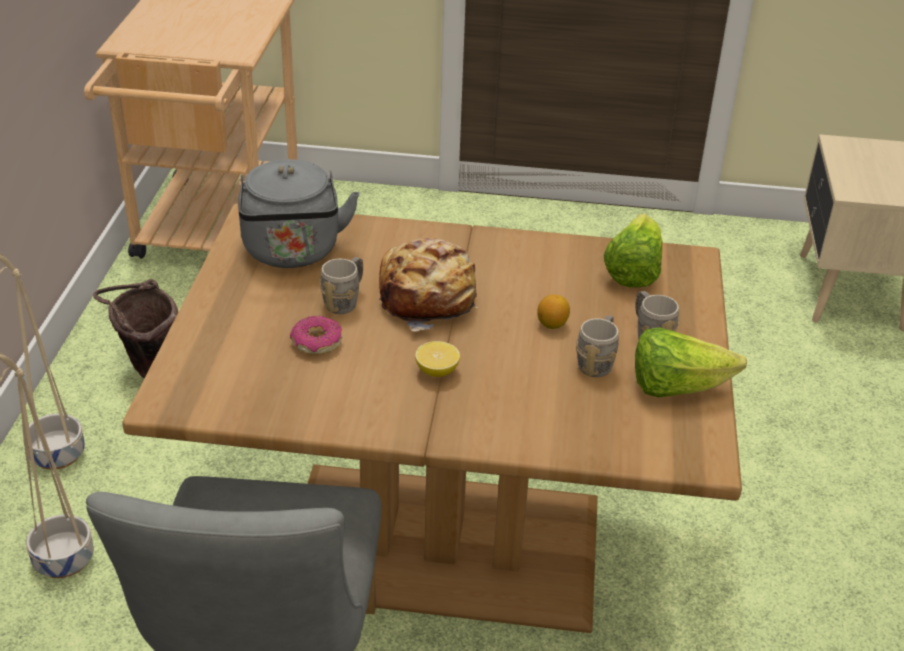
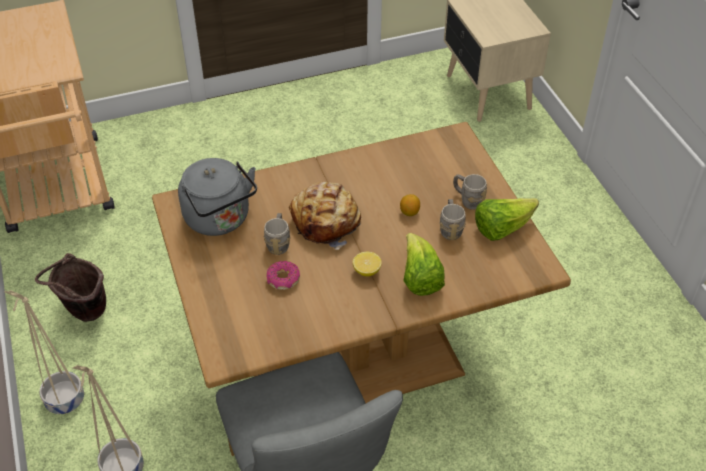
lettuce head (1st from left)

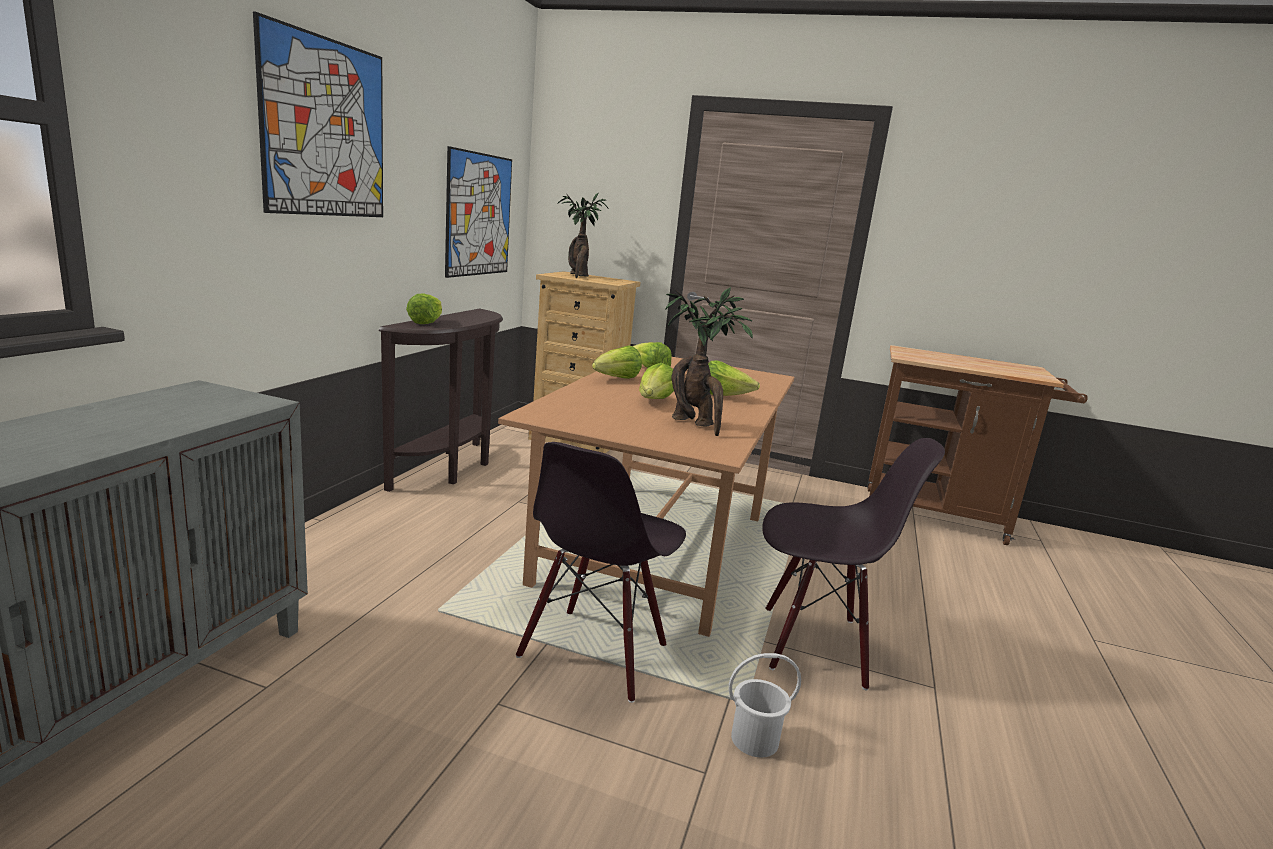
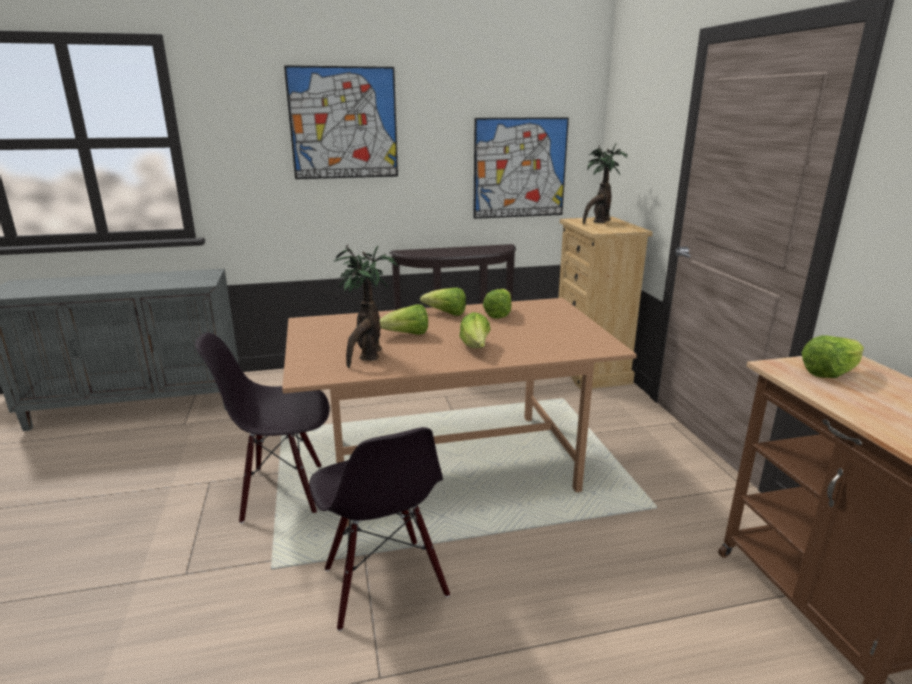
lettuce head (5th from left)
whitish bucket

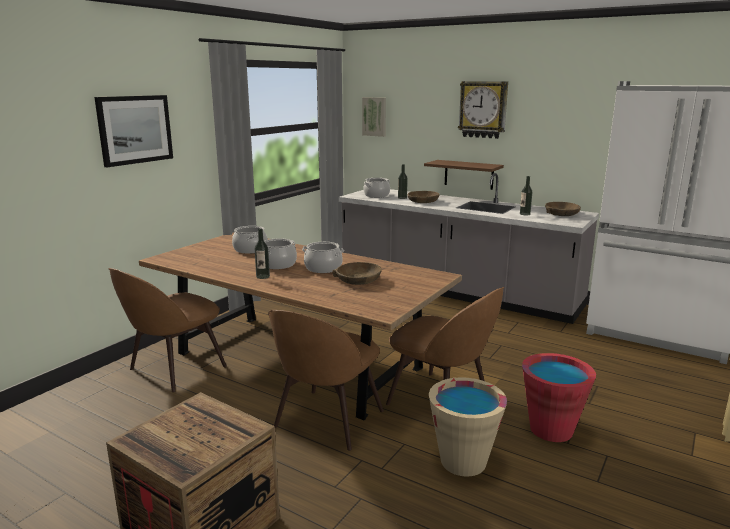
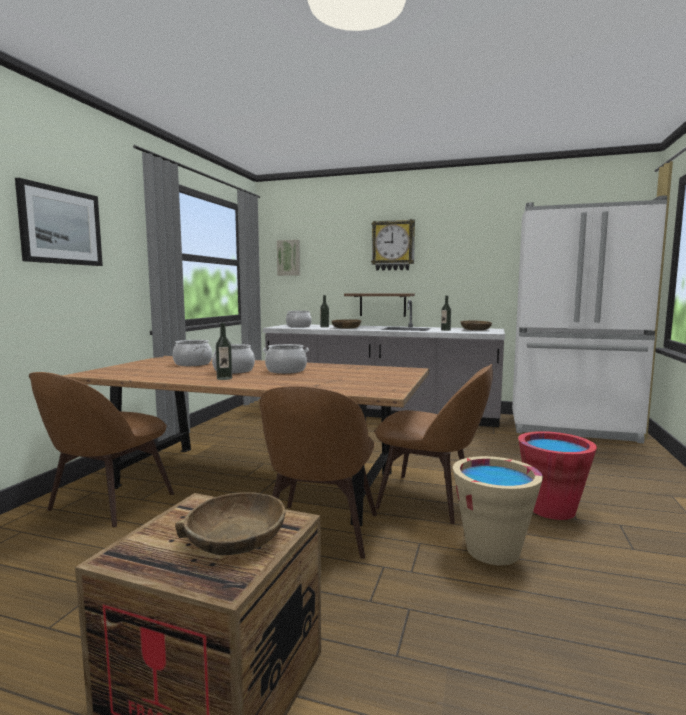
brownish serving bowl (1st from left)

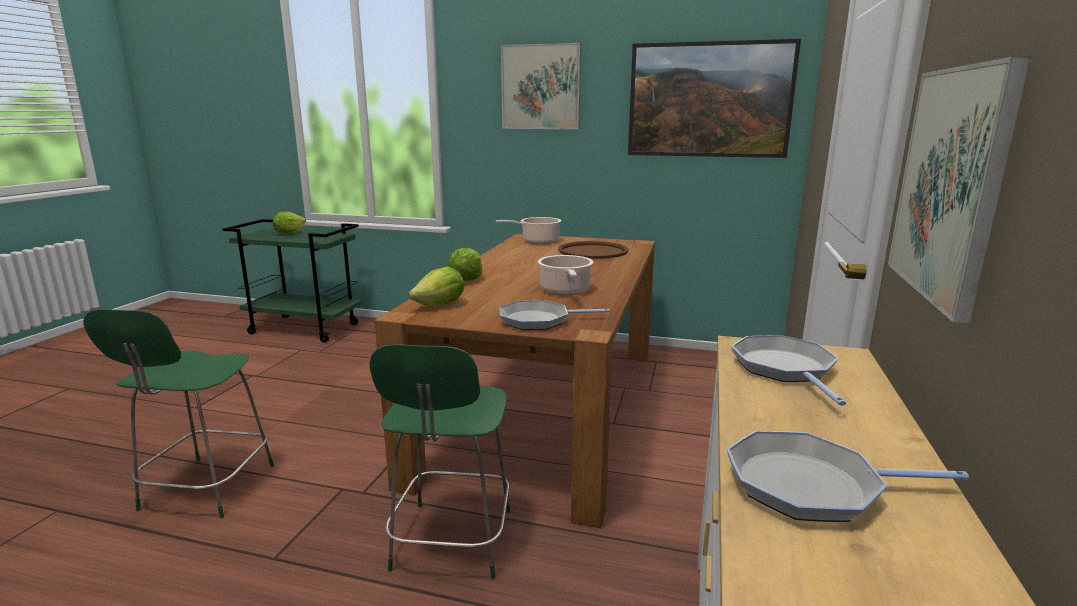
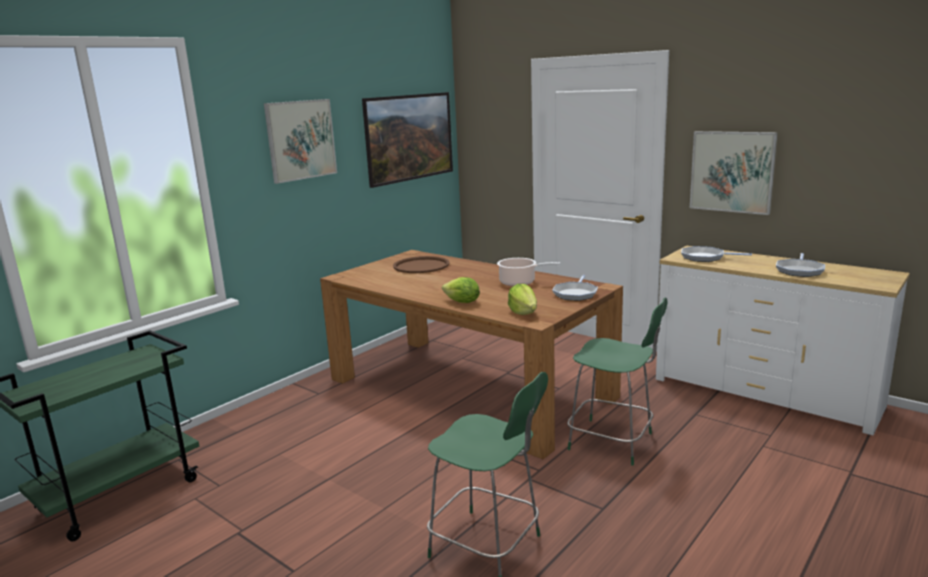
lettuce head (1st from left in the first image)
stockpot (1st from left in the first image)

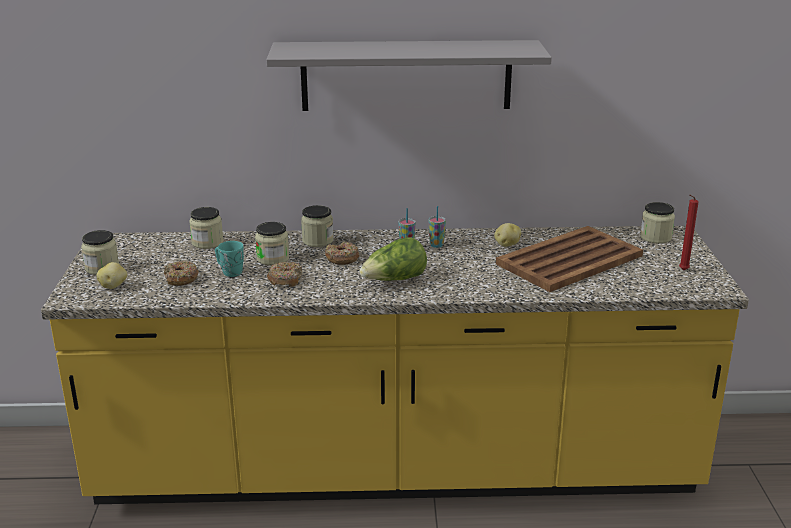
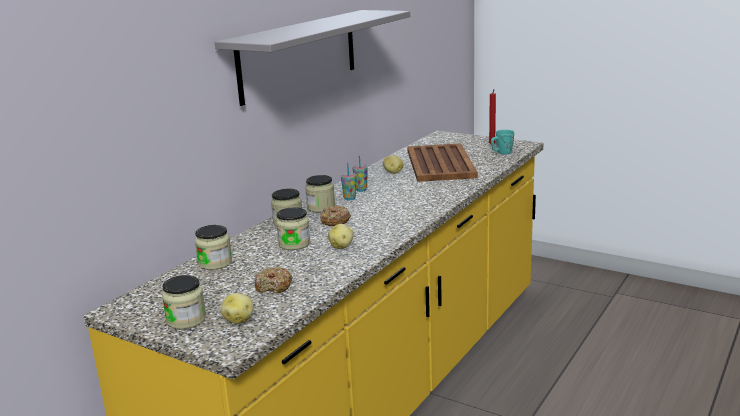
preserve jar (5th from left)
lettuce head
turquoise mug
potato (2nd from left)

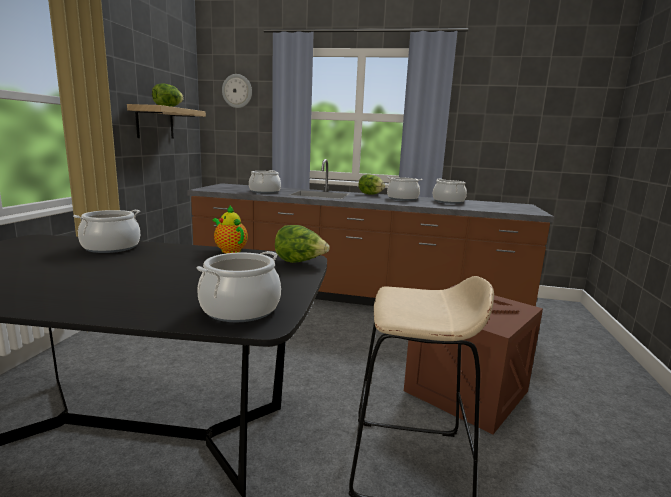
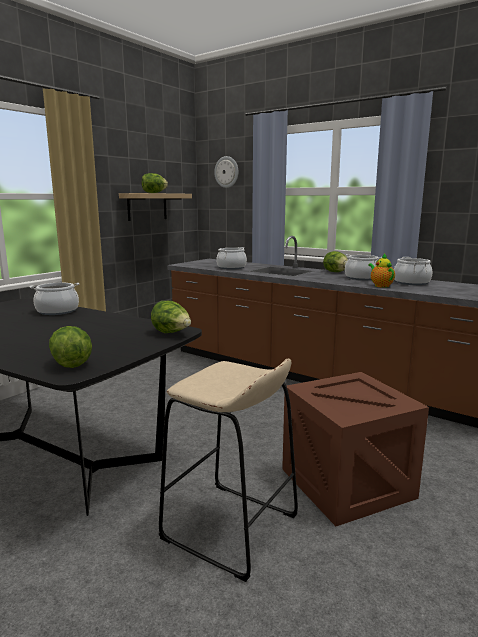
teapot
lettuce head (1st from left)

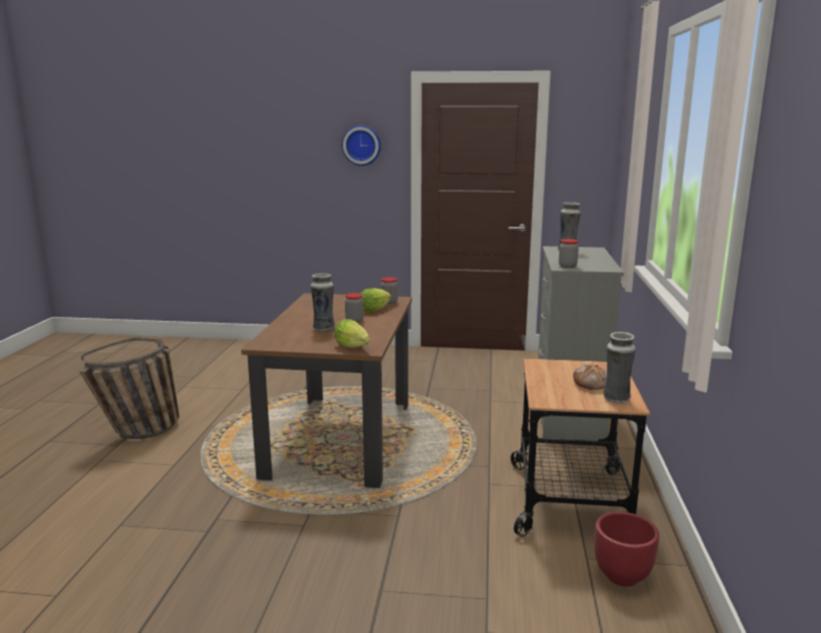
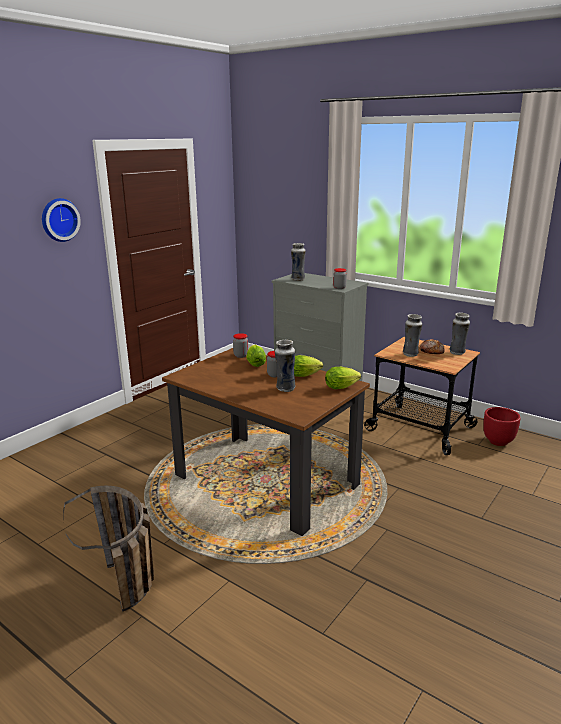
vase (3rd from left)
lettuce head (2nd from left)

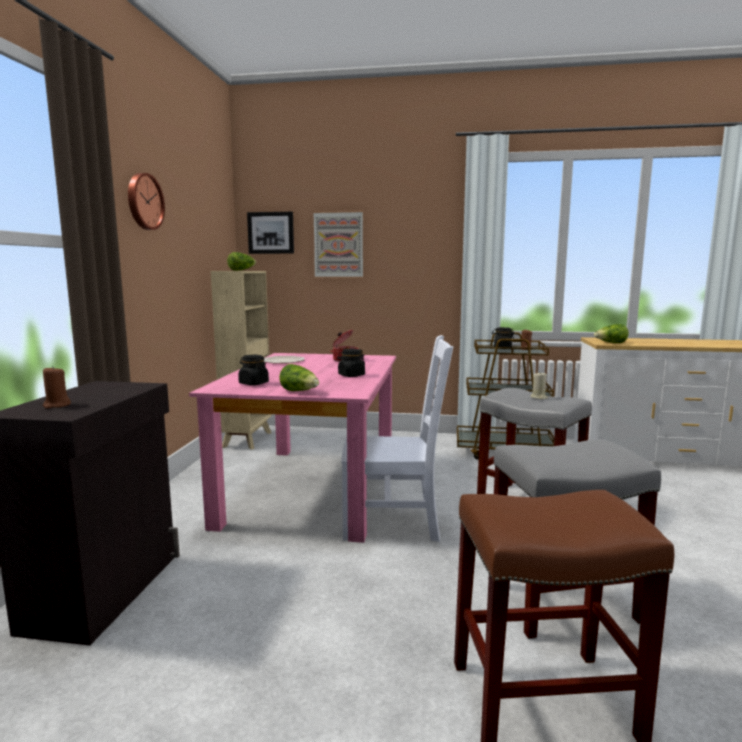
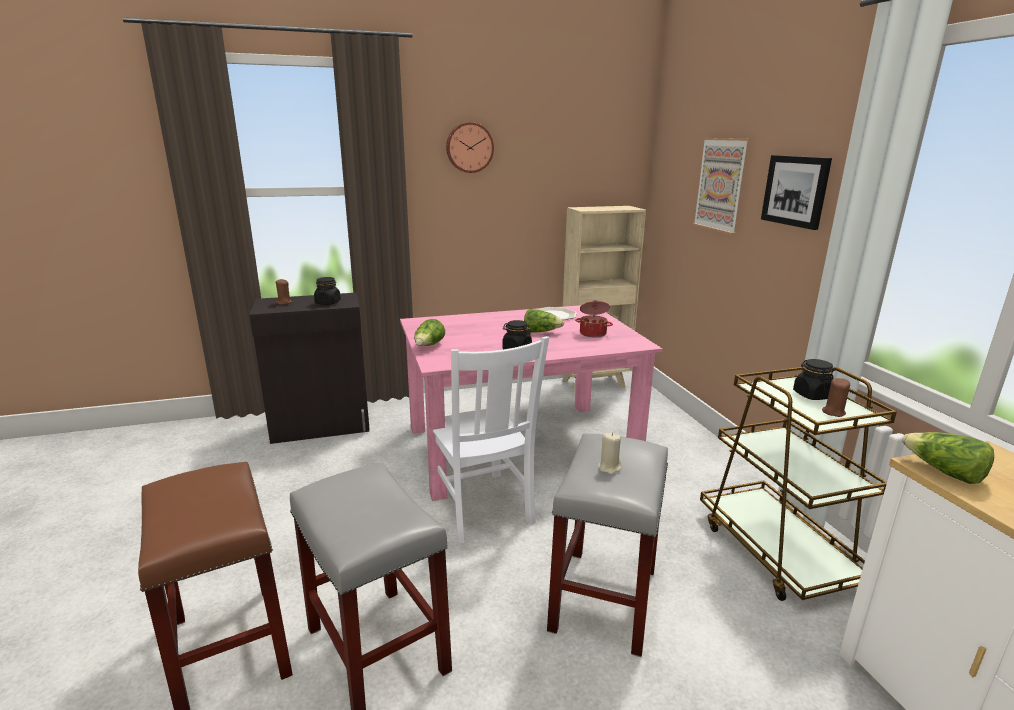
picture (2nd from left)
lettuce head (2nd from left)
black-coloured preserve jar (1st from left)

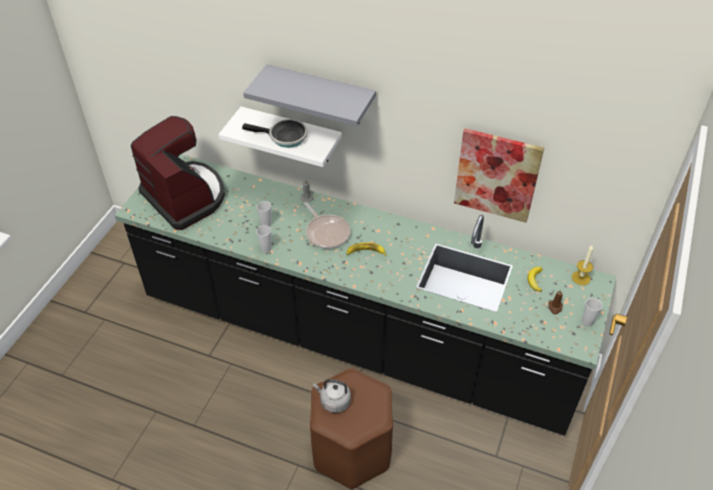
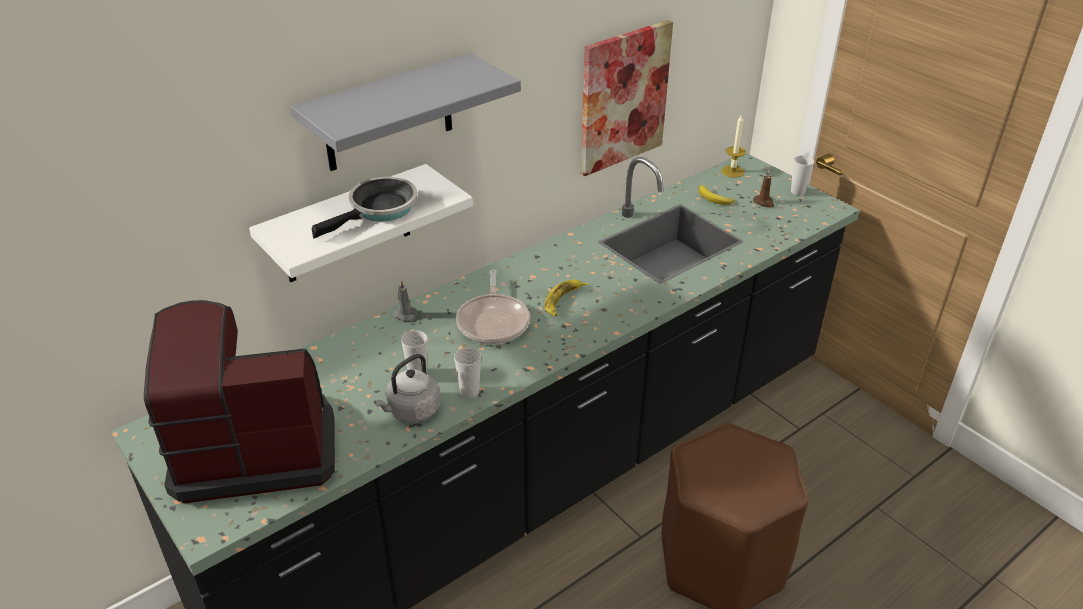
frying pan (2nd from left)
gray kettle

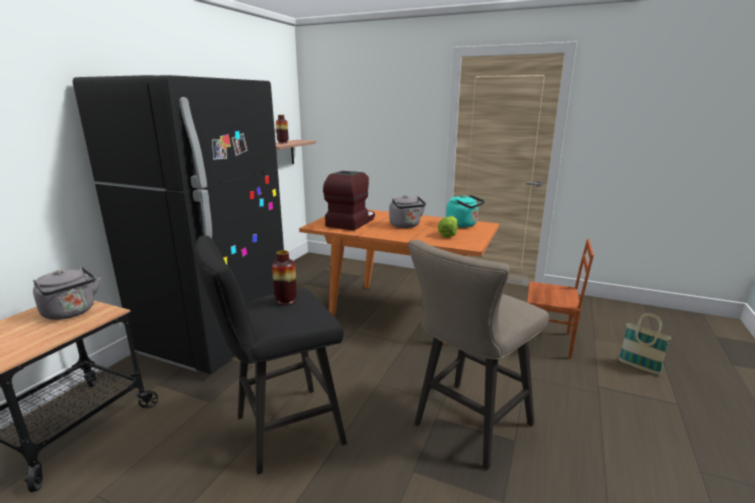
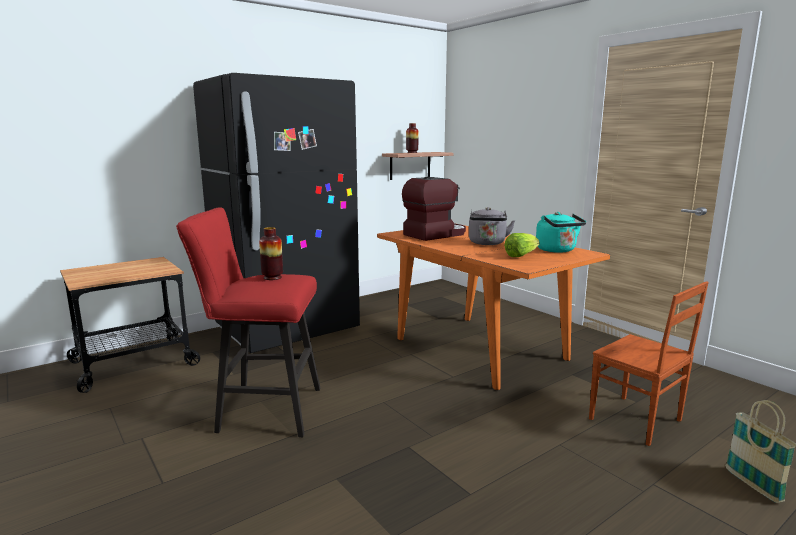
red stool seat
sand-coloured stool seat
gray kettle (1st from left in the first image)

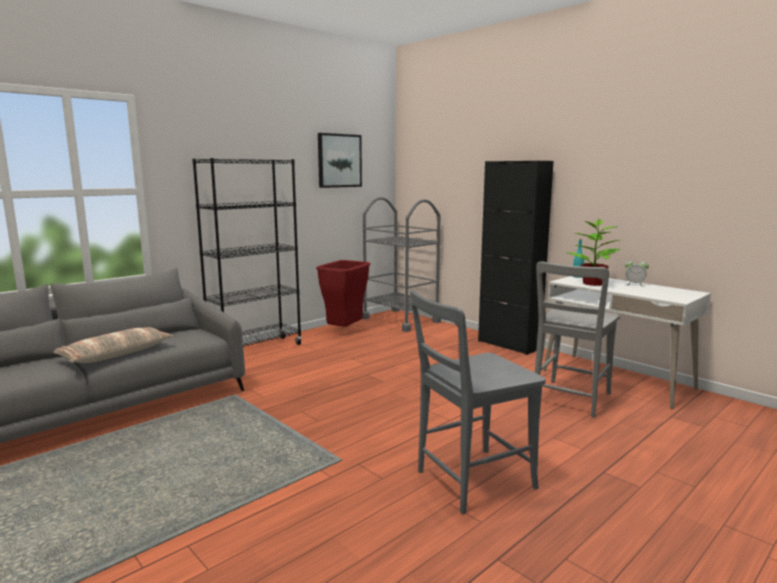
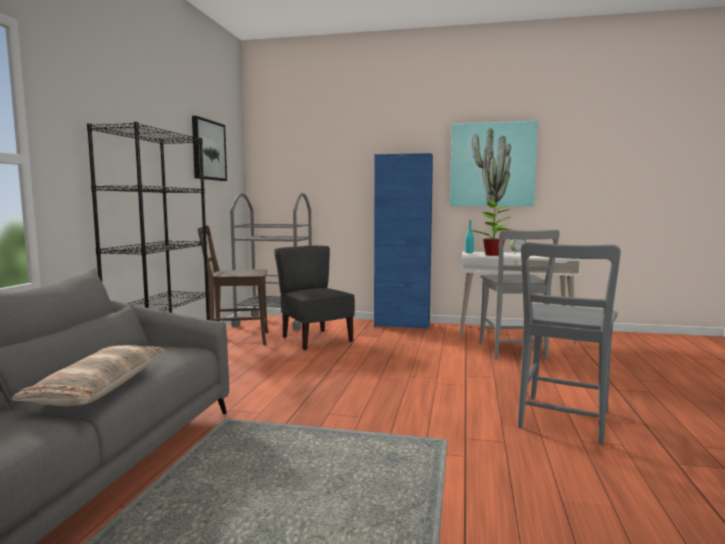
bluish storage cabinet
brownish plain chair
picture (2nd from left)
gray plain chair (1st from left)

